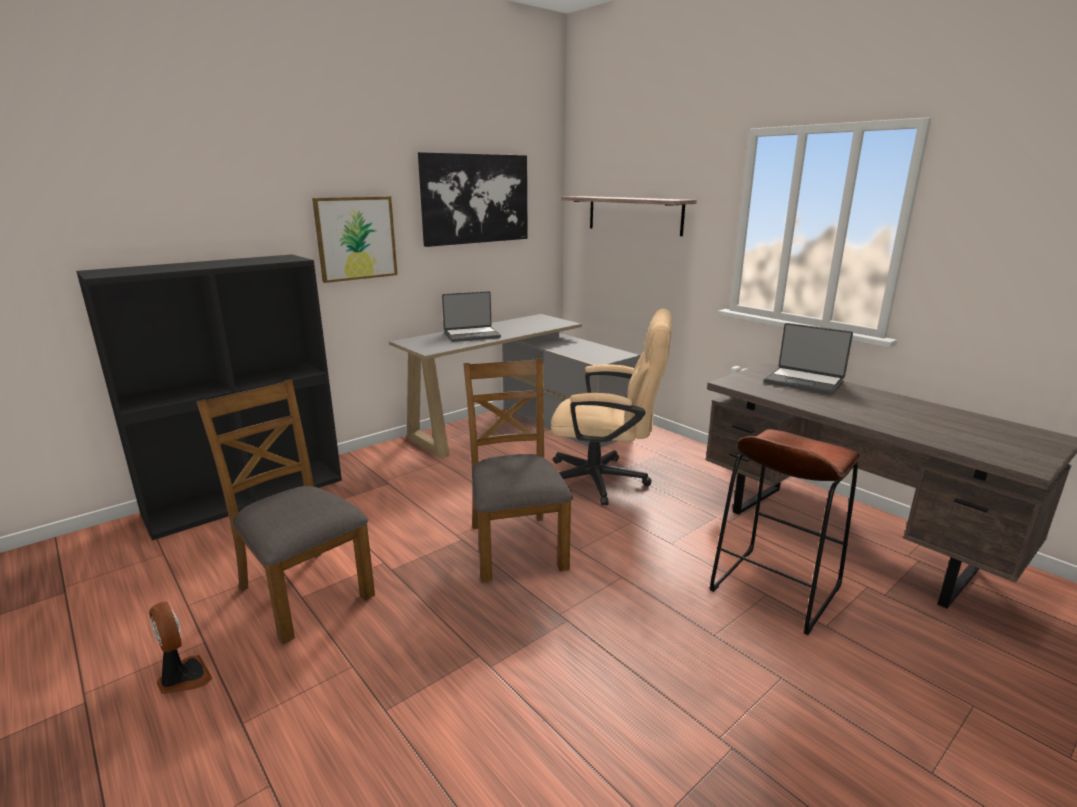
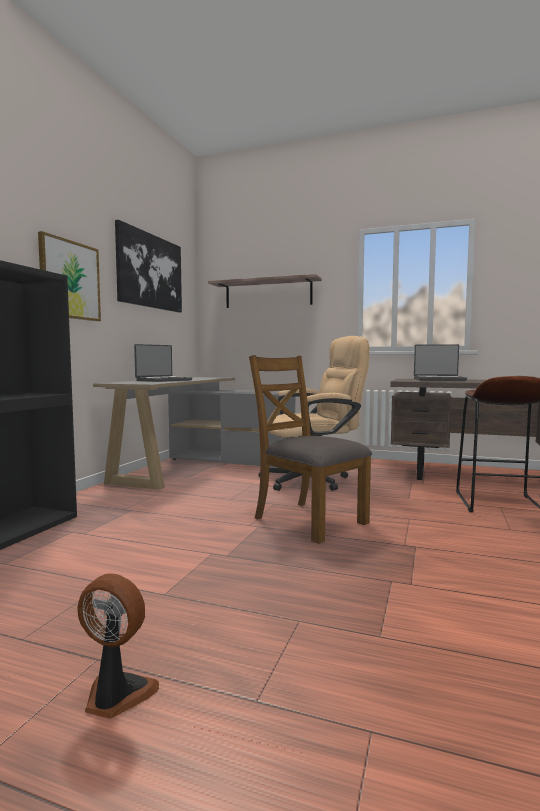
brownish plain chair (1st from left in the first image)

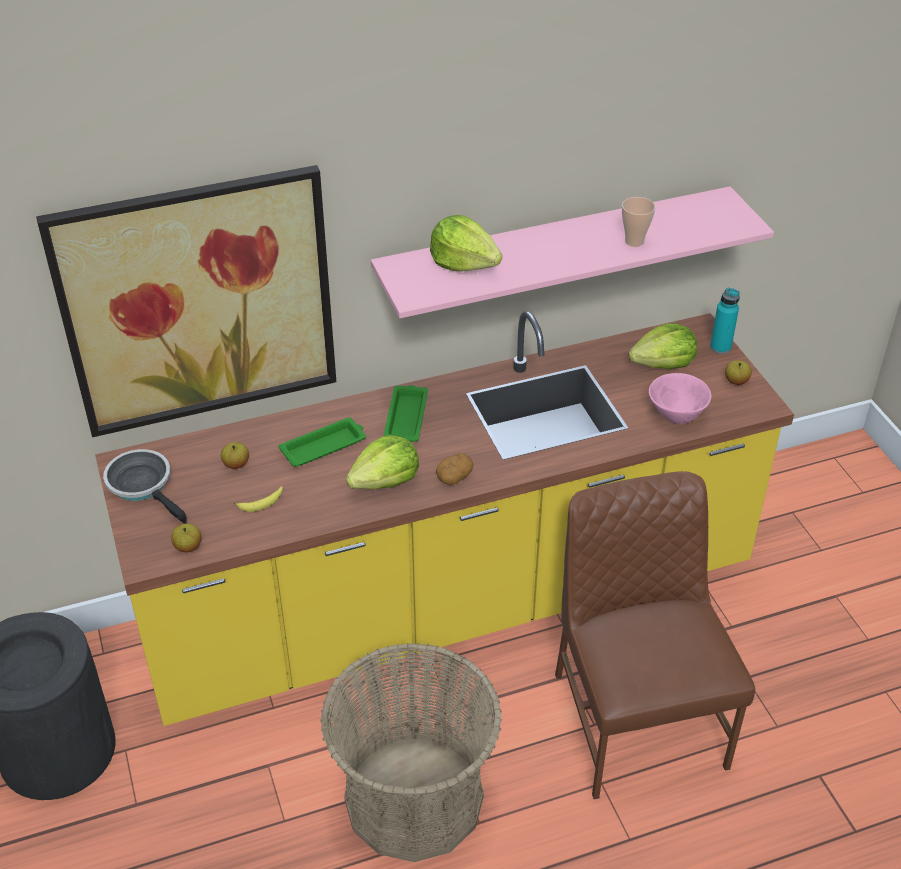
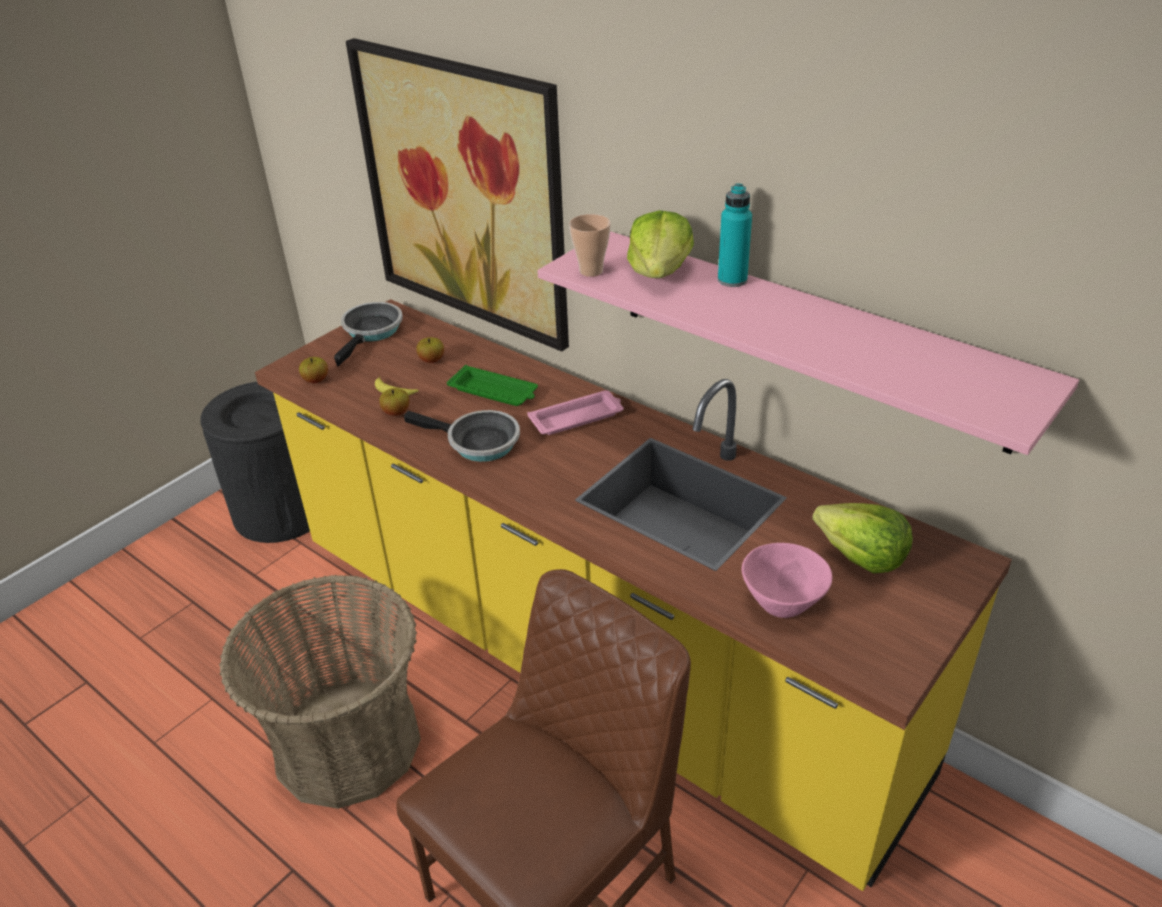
drinking cup
turquoise bottle
apple fruit (2nd from left)
pink tray
frying pan (2nd from left)
potato

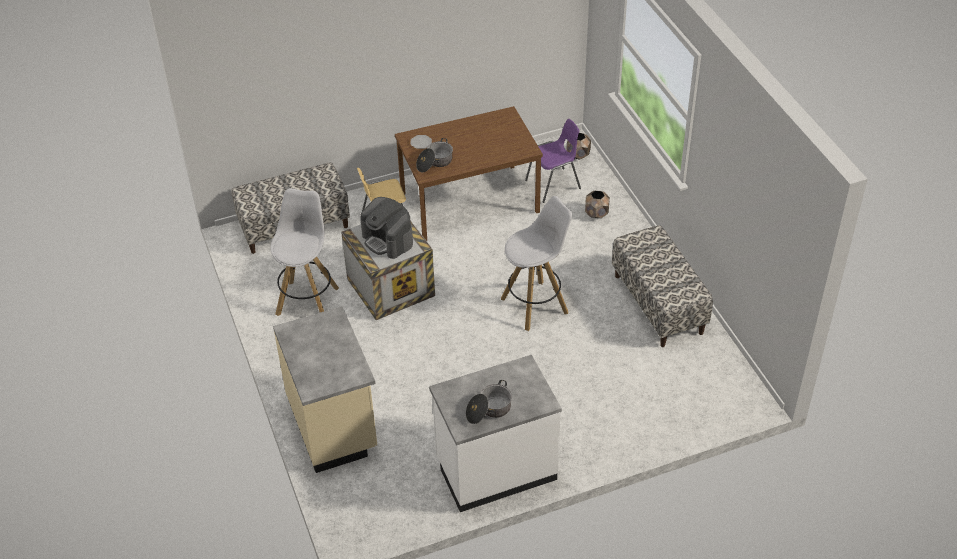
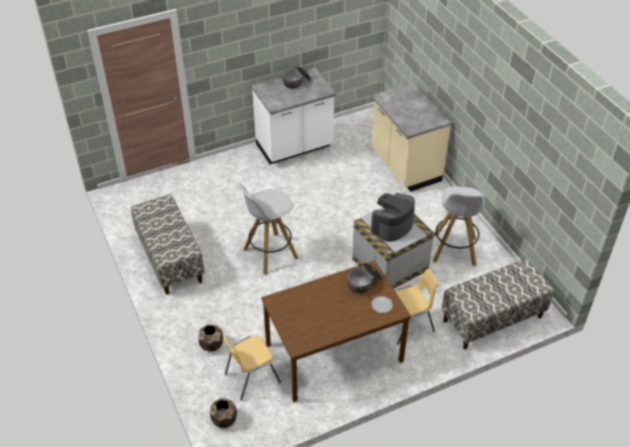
yellow plain chair (1st from left)
coffee machine

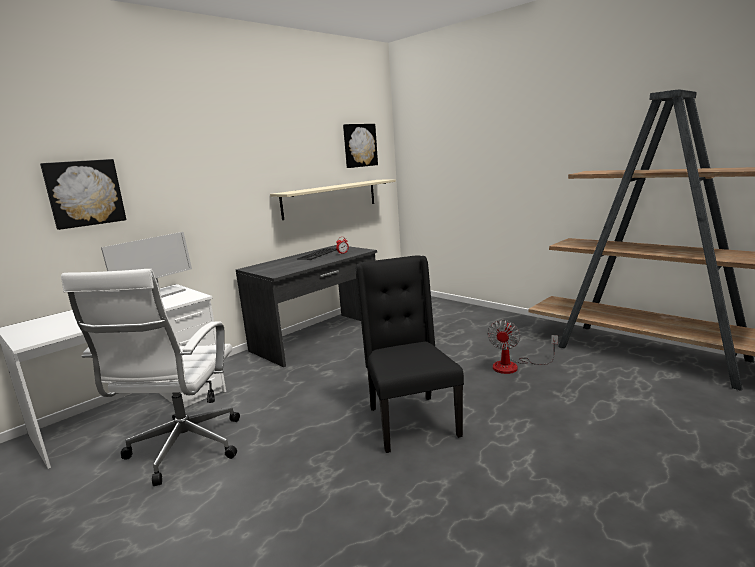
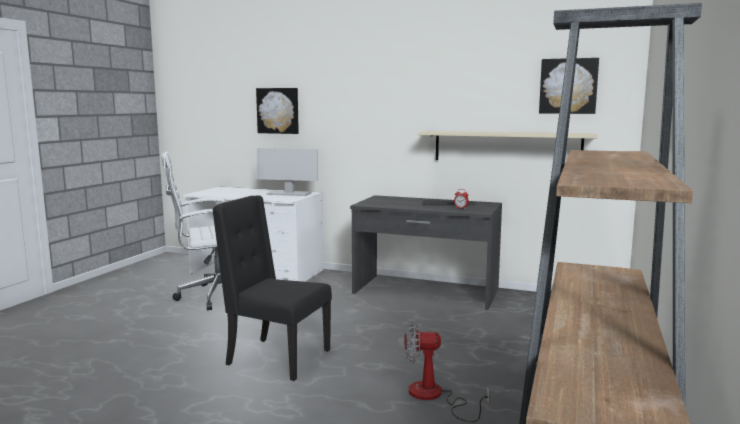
black-coloured plain chair

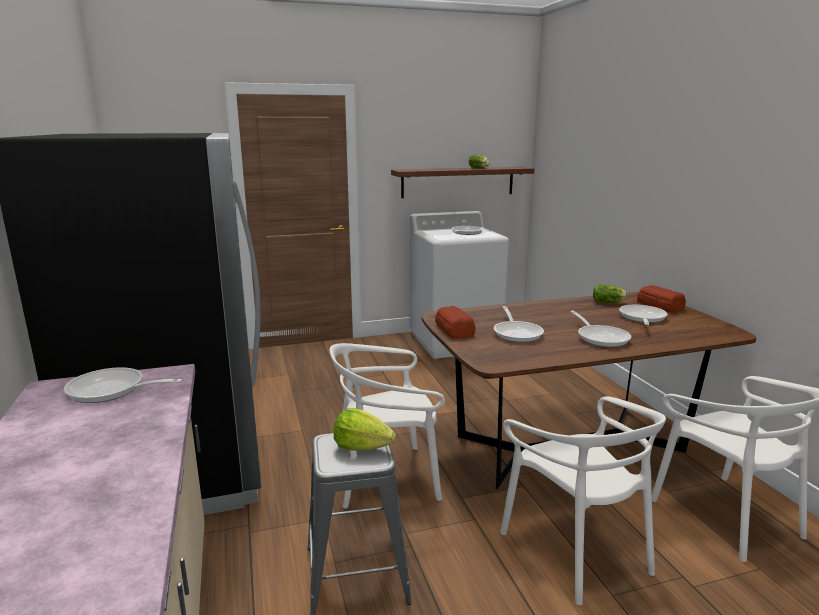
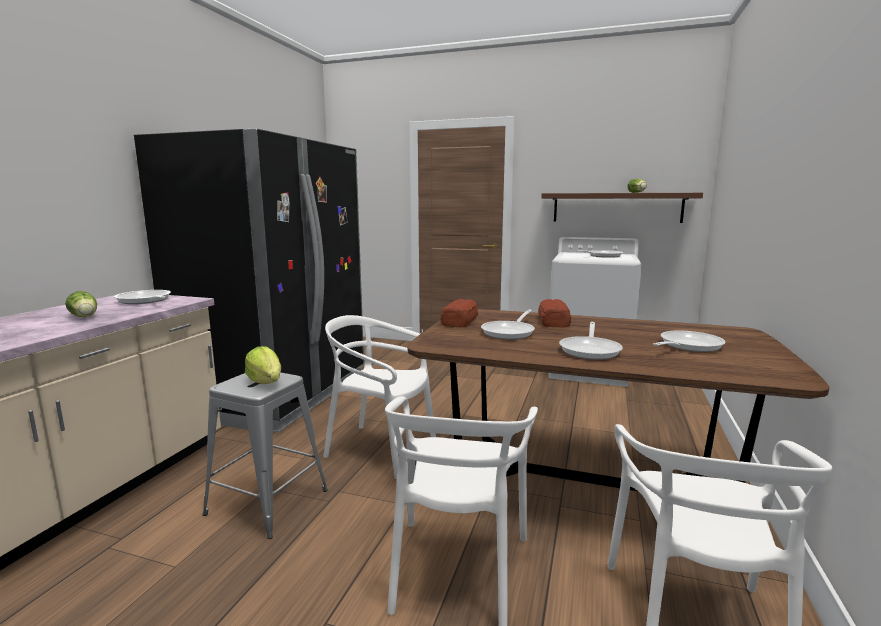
lettuce head (1st from left)
baked bread (2nd from left)

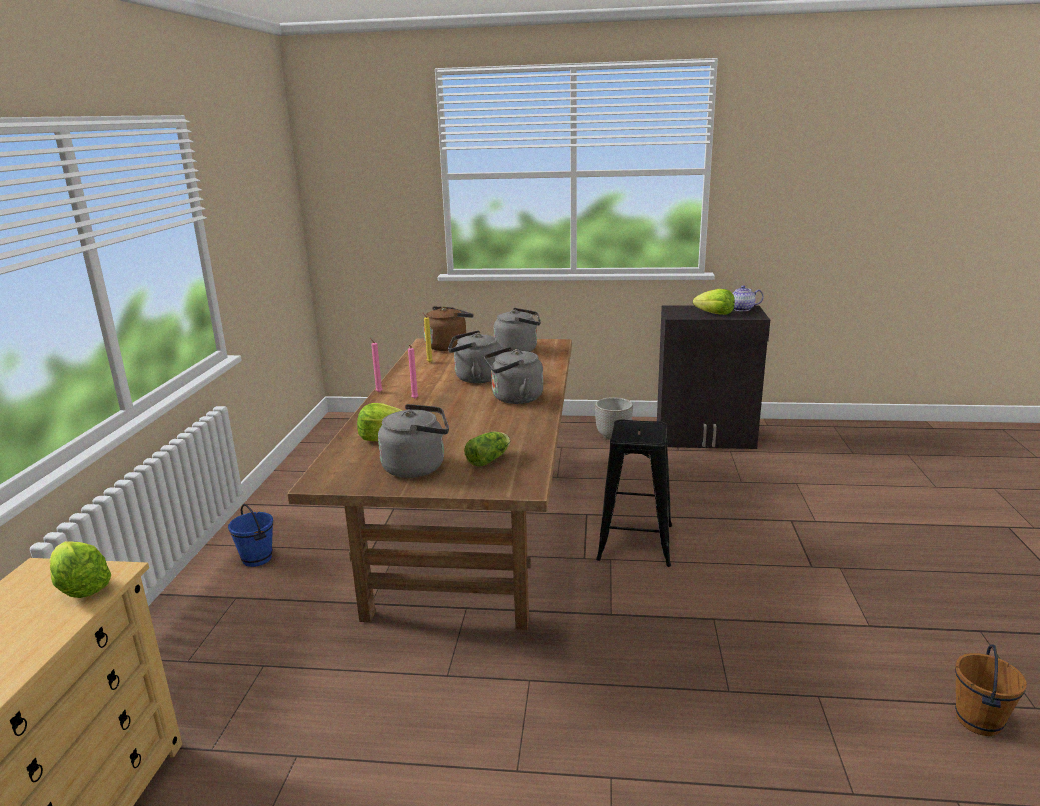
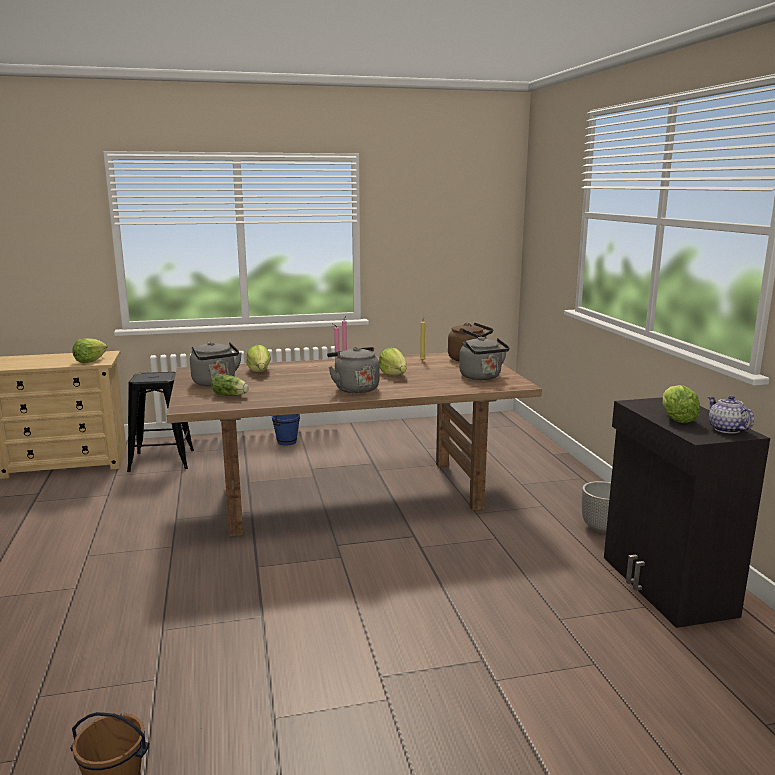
lettuce head (4th from left)
black-coloured stool seat

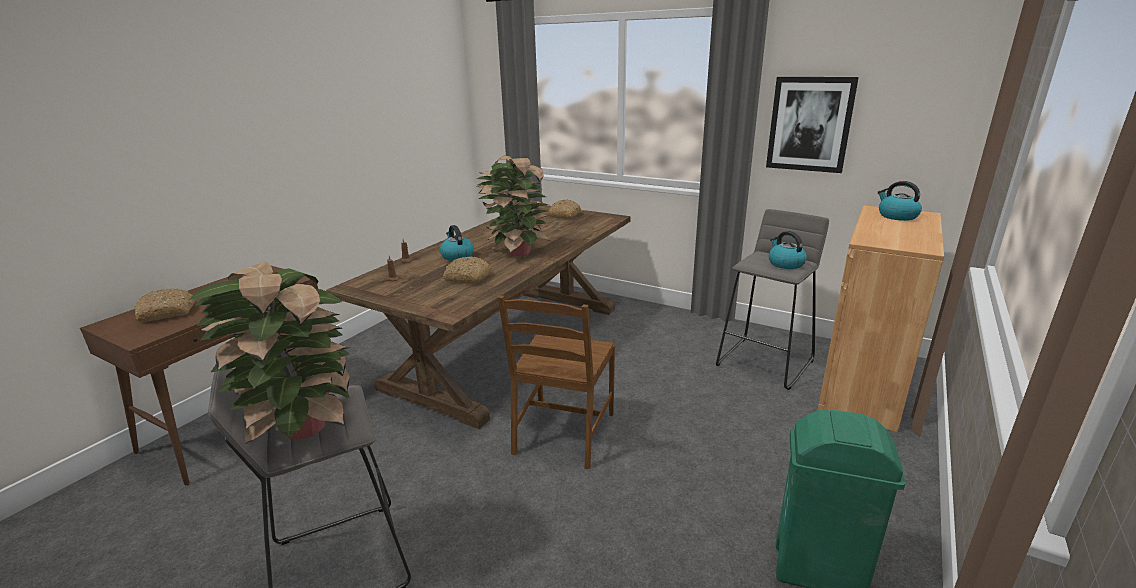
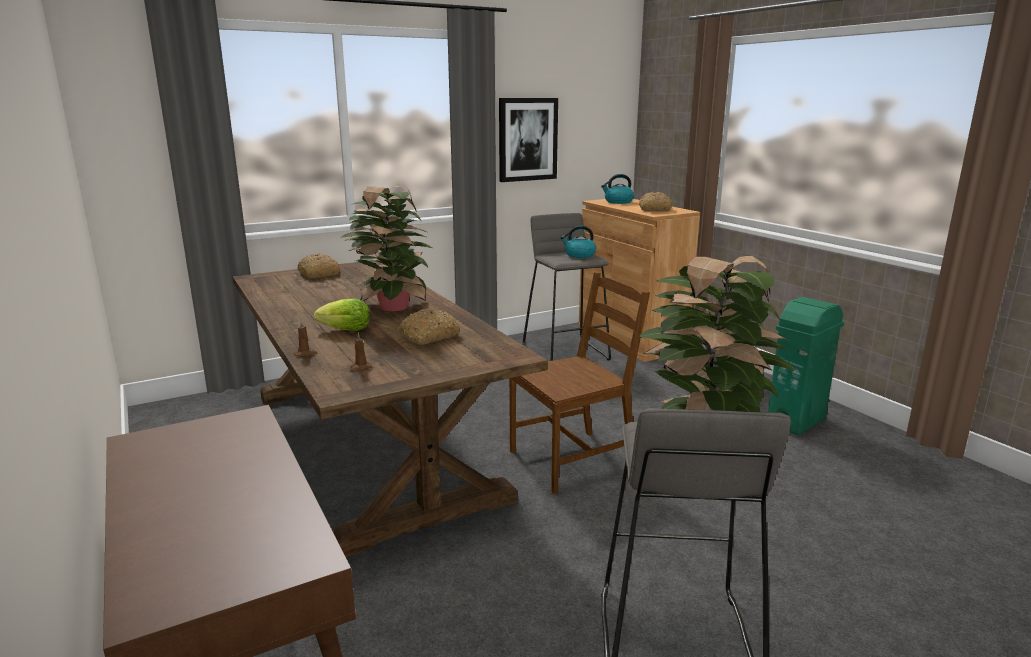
lettuce head
baked bread (3rd from left)
brownish plain chair

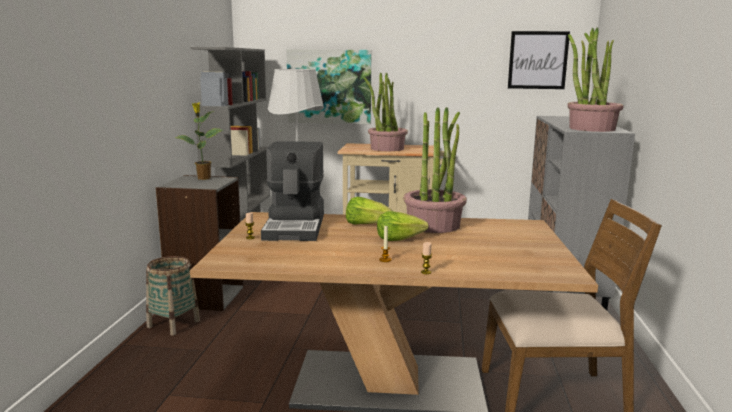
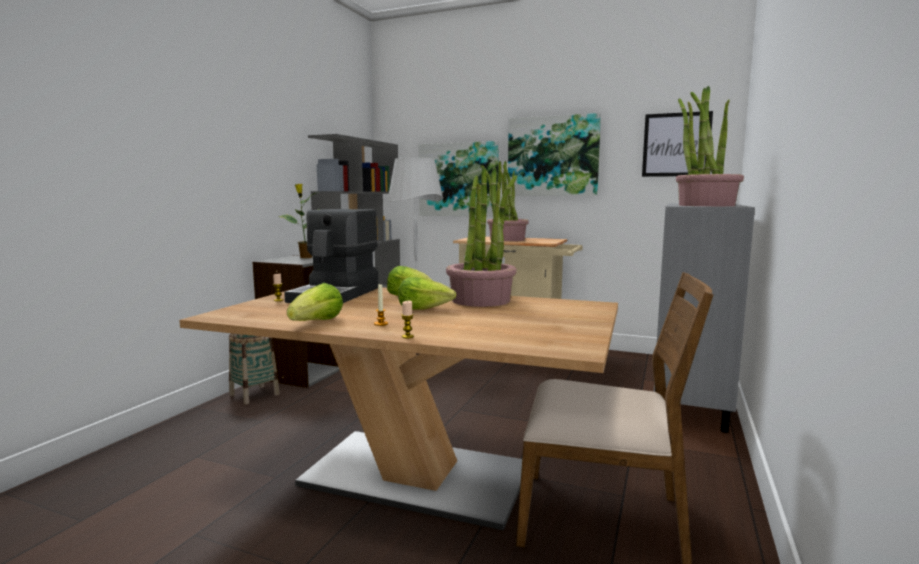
picture (2nd from left)
lettuce head (1st from left)

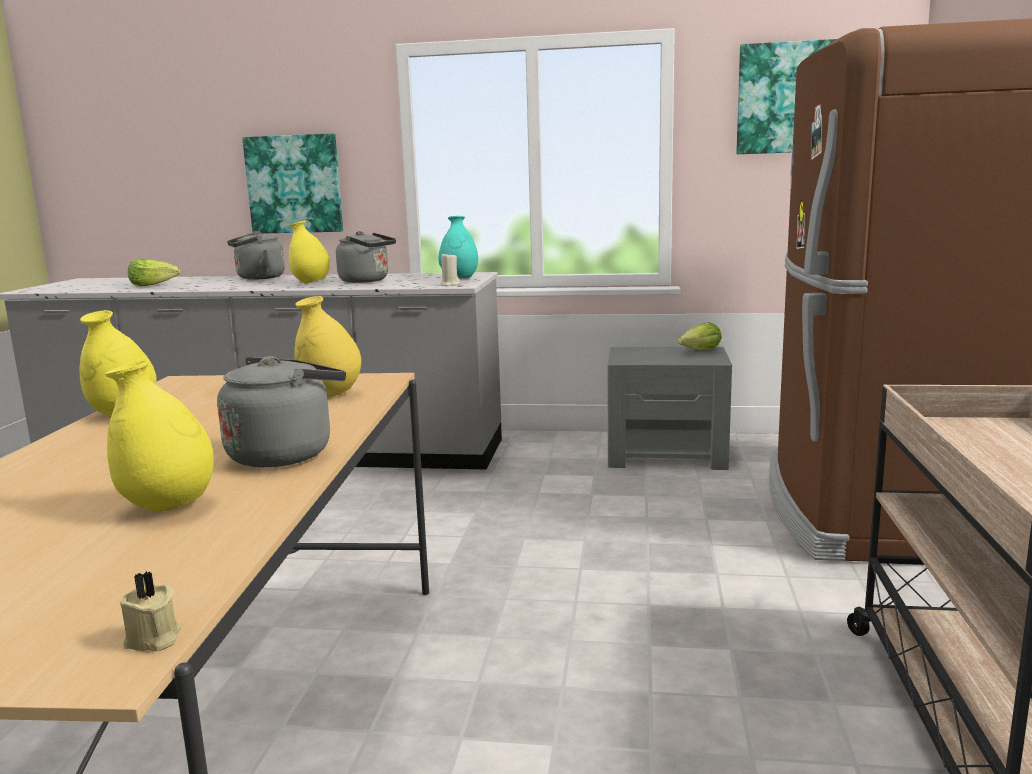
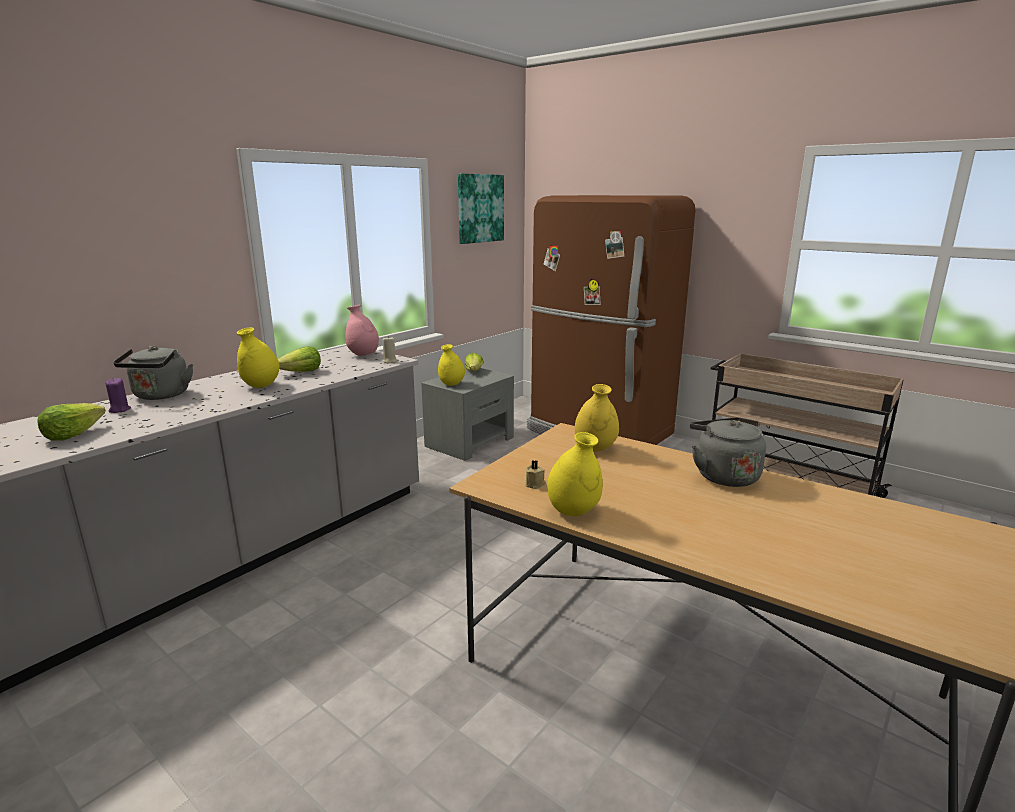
picture (1st from left in the first image)
pink vase
lettuce head (2nd from left)
yellow vase (2nd from left)
sand-coloured wax light (2nd from left)
purple-coloured wax light

